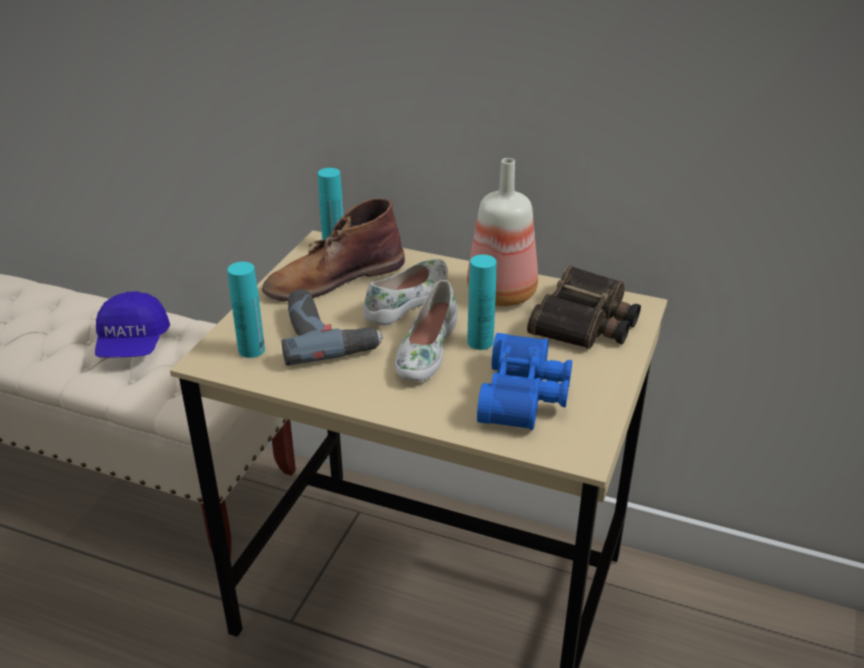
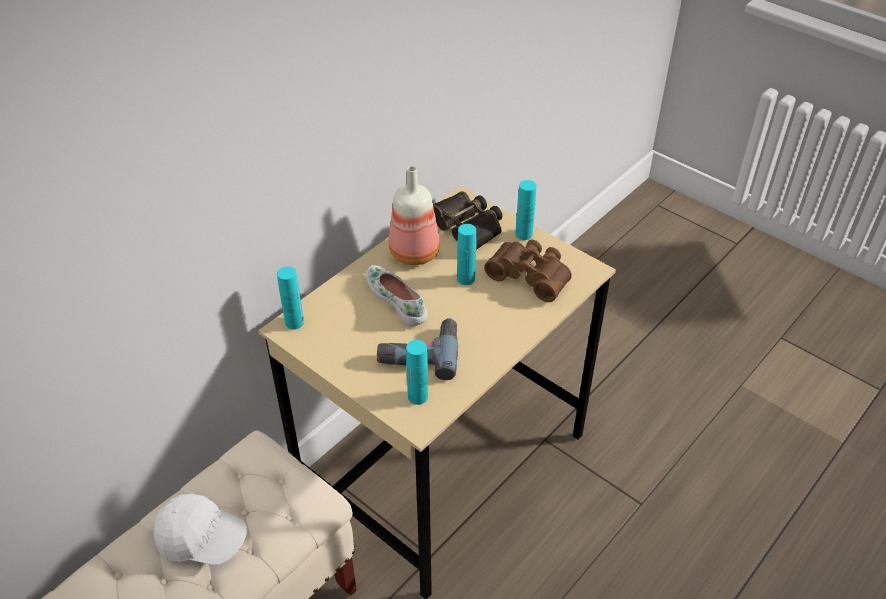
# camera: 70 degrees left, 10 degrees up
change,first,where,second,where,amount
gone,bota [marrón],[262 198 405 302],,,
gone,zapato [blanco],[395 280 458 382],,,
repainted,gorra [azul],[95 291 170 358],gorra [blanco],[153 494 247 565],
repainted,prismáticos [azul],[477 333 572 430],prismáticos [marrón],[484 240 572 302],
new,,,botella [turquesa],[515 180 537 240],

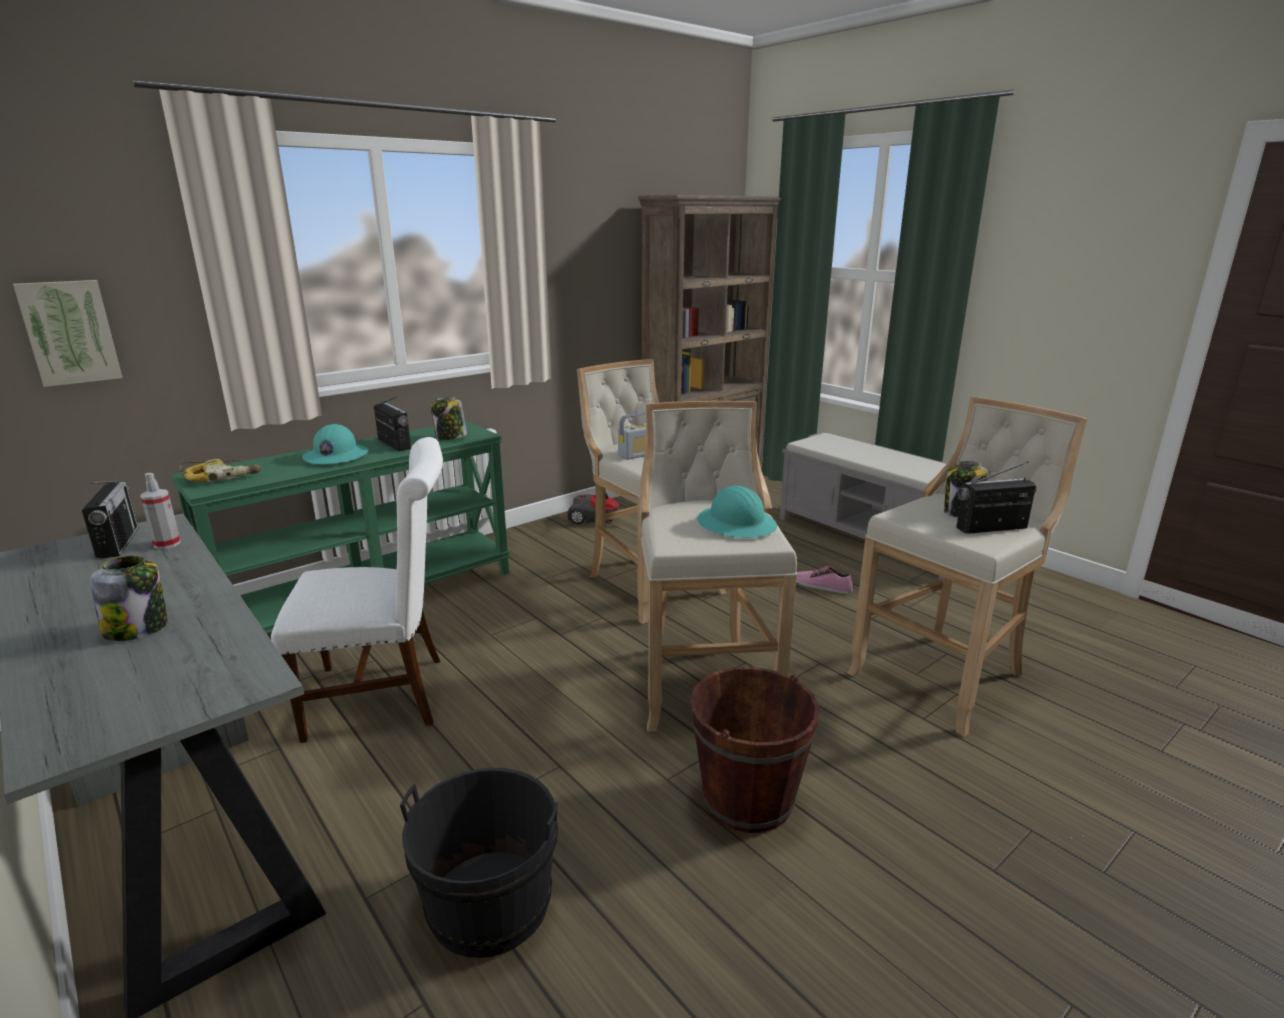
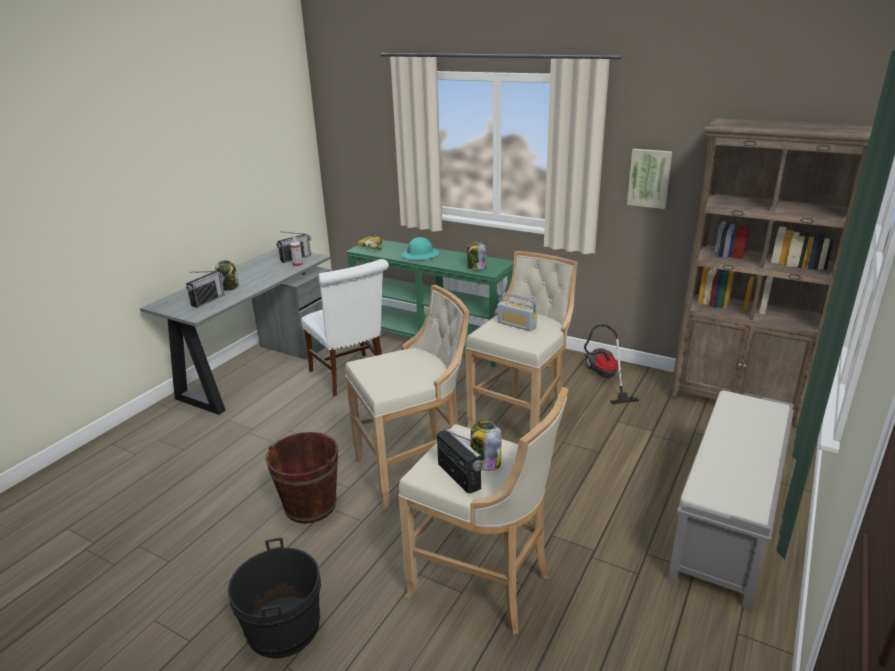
# camera: 70 degrees right, 5 degrees up
change,first,where,second,where,amount
shifted,cuadro,[13 280 122 387],,[627 149 672 209],
shifted,radio,[374 396 411 451],,[186 271 225 308],
gone,casco [turquesa],[697 485 777 538],,,
gone,zapato,[796 566 854 594],,,
shifted,cubo [negro],[400 767 558 958],,[228 538 321 659],

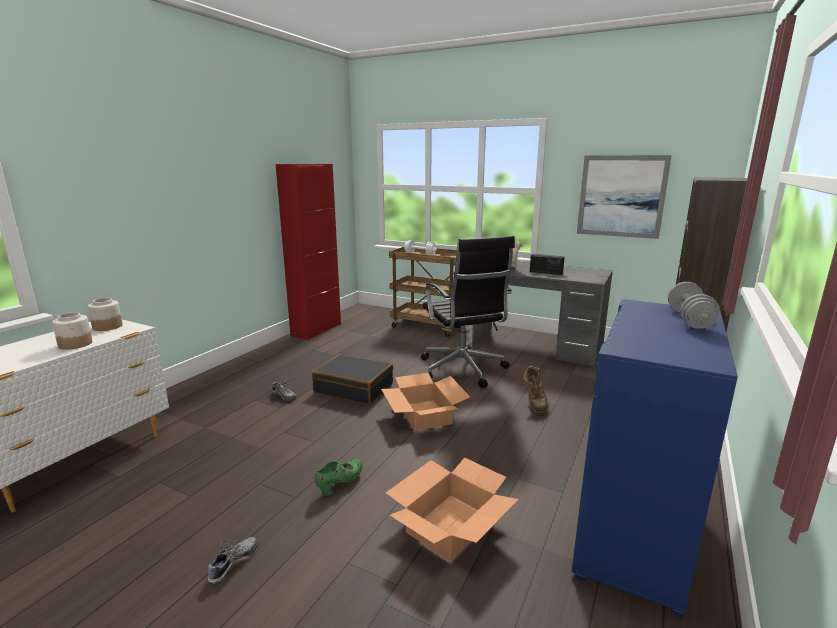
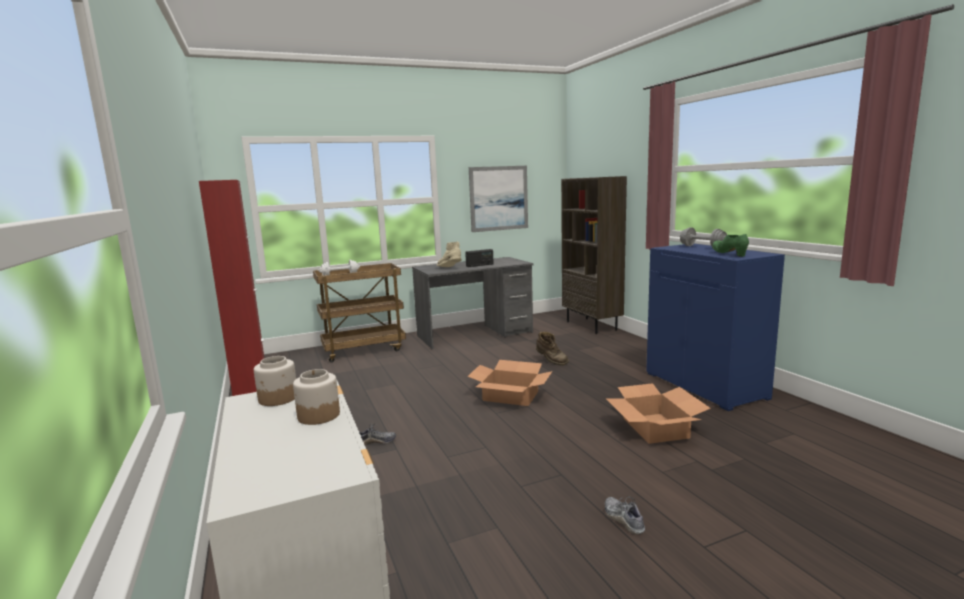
# camera: 50 degrees left, 5 degrees down
change,first,where,second,where,amount
gone,silla de oficina [negro],[421 236 515 388],,,
gone,maleta [negro],[312 354 393 404],,,
shifted,zapato [verde],[314 459 363 496],,[712 234 749 257],

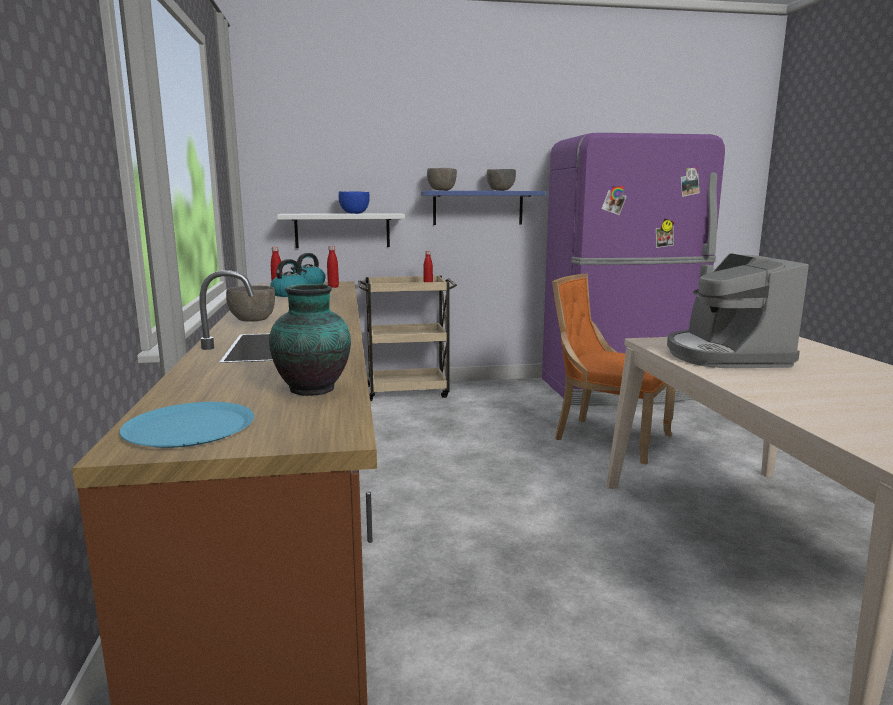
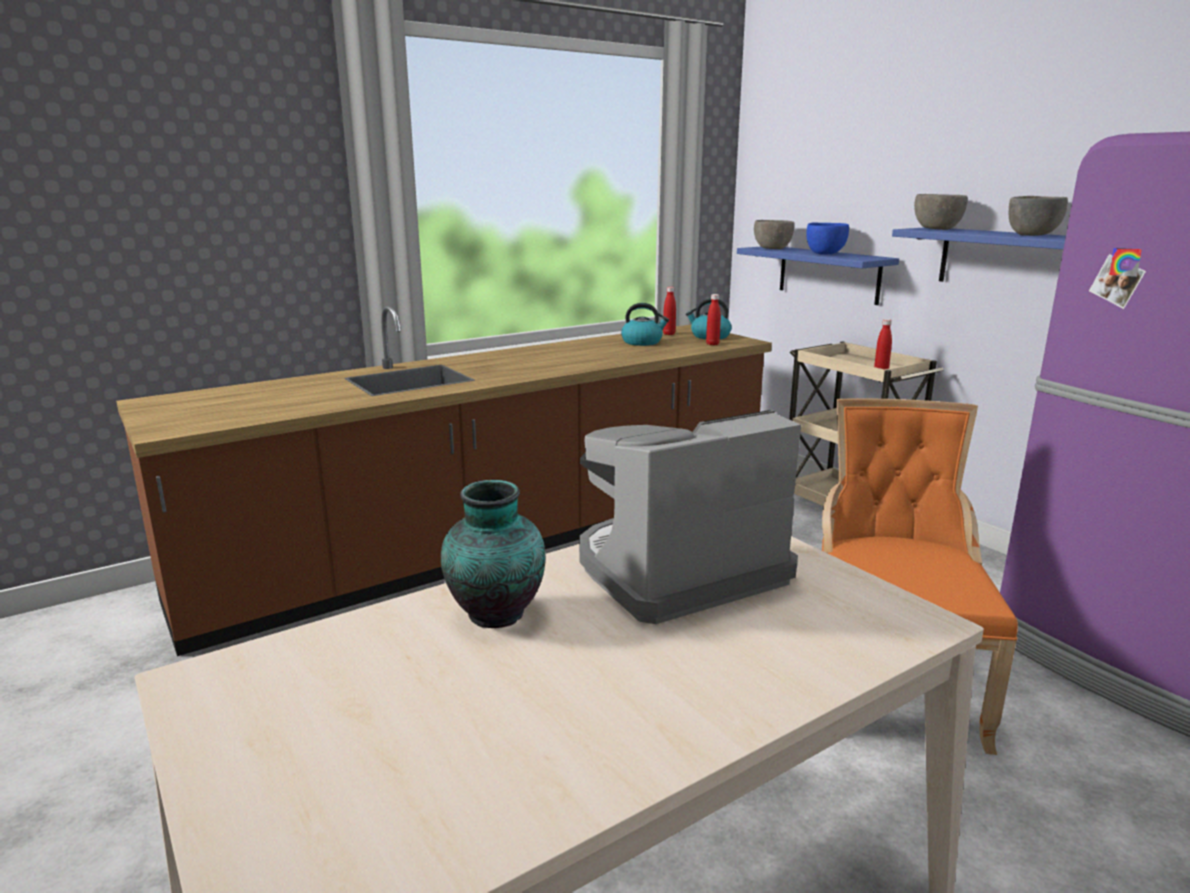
# camera: 65 degrees right, 5 degrees up
change,first,where,second,where,amount
repainted,estante [blanco],[277 213 405 248],estante [azul],[737 247 899 305],
shifted,florero,[269 284 351 396],,[441 480 545 628],
shifted,cuenco [gris],[226 285 275 322],,[754 220 795 249],
gone,plato [azul],[119 402 254 448],,,

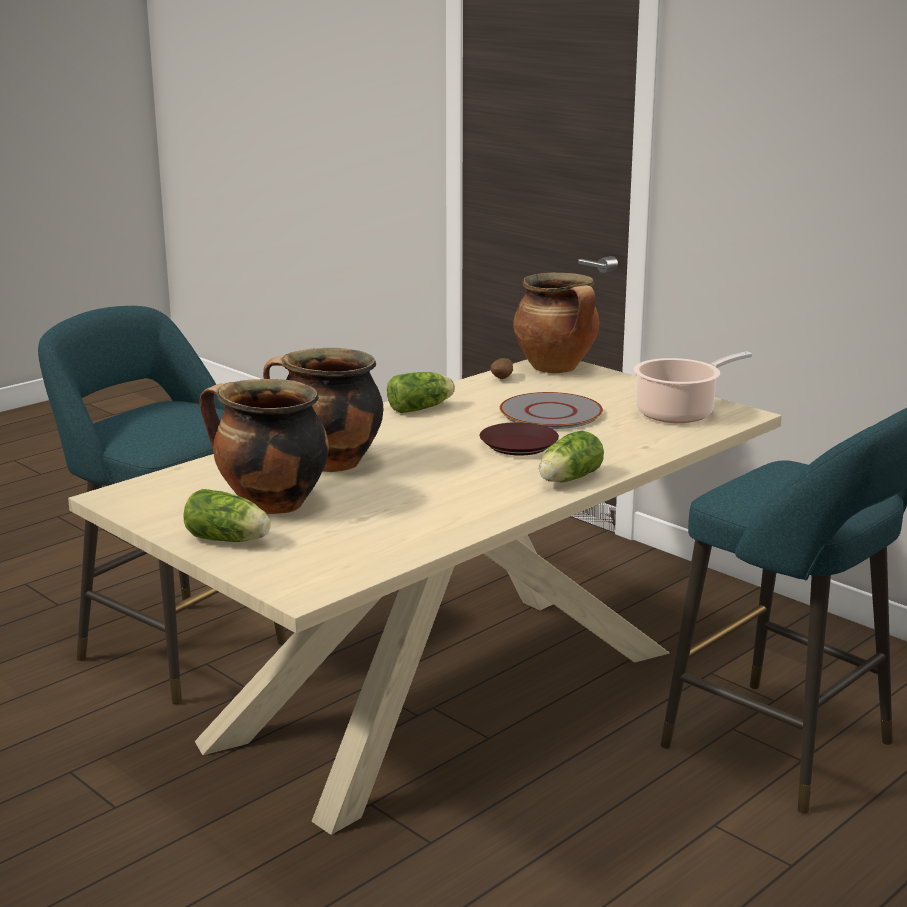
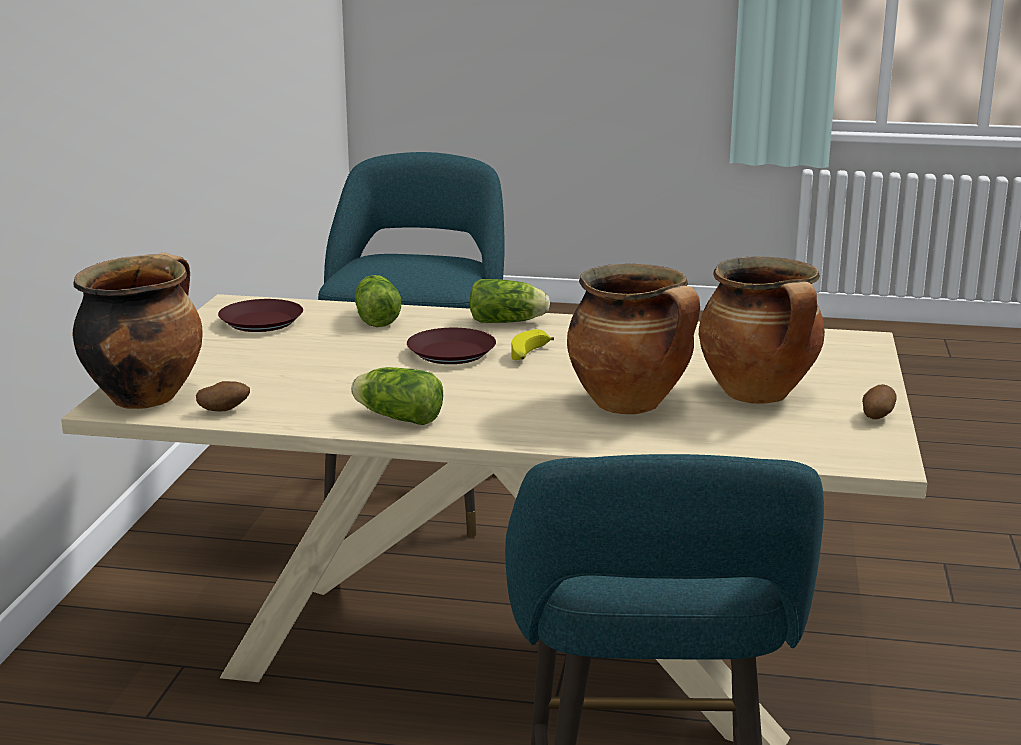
# camera: 125 degrees left, 0 degrees up
change,first,where,second,where,amount
swapped,olla,[634 351 752 423],plato [marrón],[218 299 303 332],
gone,plato [gris],[500 392 603 429],,,
shifted,lechuga,[183 489 271 542],,[355 275 401 327],
new,,,plátano,[511 329 554 360],
new,,,patata,[862 384 897 419],

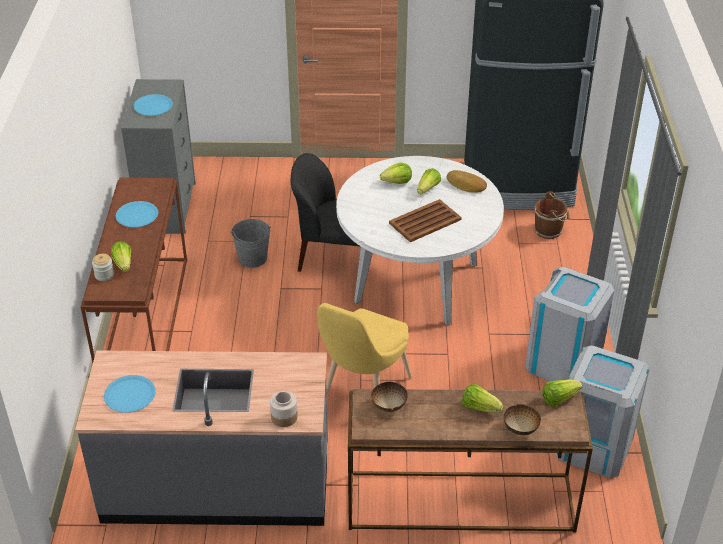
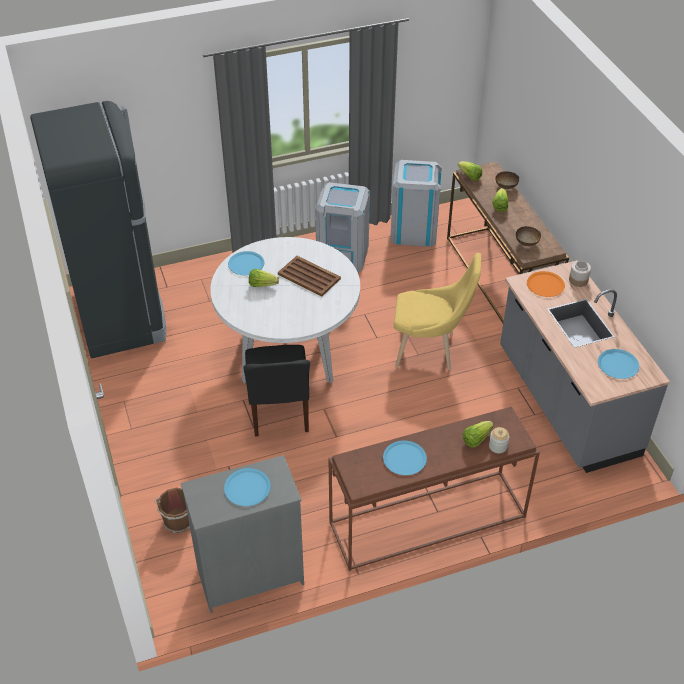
# camera: 110 degrees left, 5 degrees up
change,first,where,second,where,amount
gone,lechuga,[380 163 412 184],,,
swapped,pan,[447 170 487 193],plato [azul],[228 251 264 275],
shifted,cubo [marrón],[534 191 570 239],,[155 488 190 533],
gone,cubo [gris],[231 219 271 268],,,
new,,,plato [naranja],[527 271 565 297],

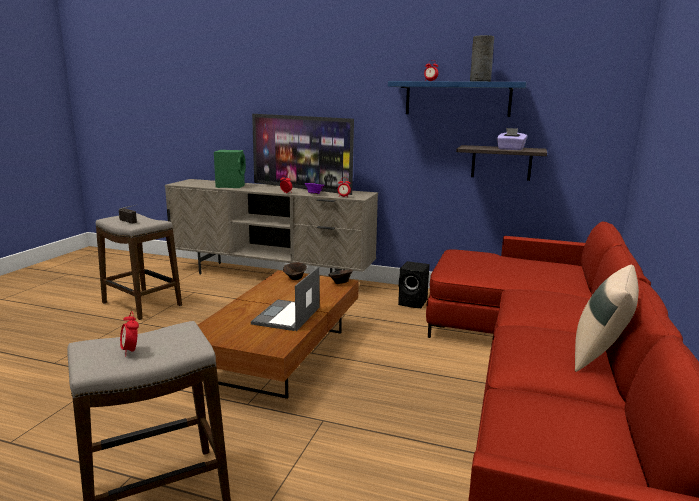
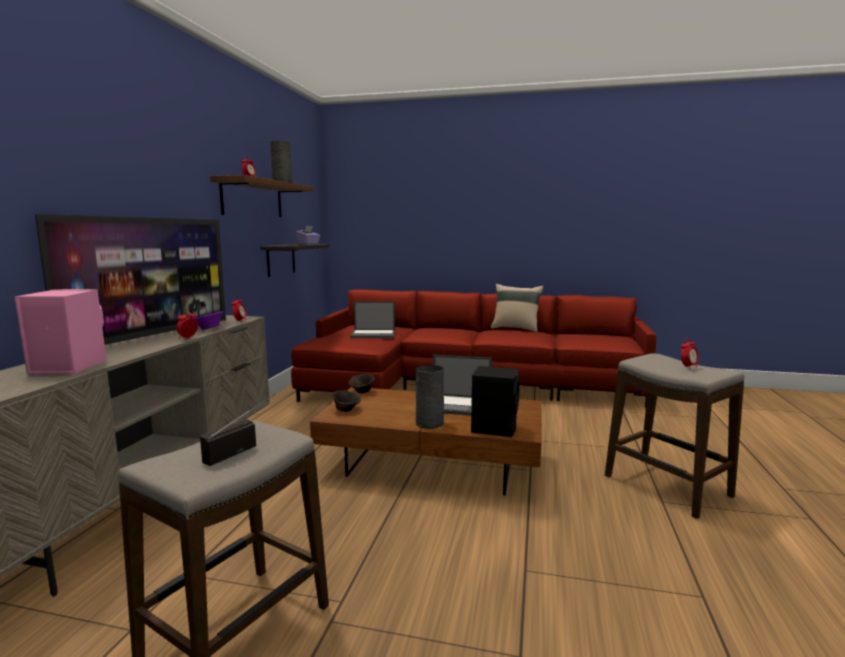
# camera: 95 degrees left, 5 degrees down
change,first,where,second,where,amount
repainted,estante [azul],[388 81 526 117],estante [marrón],[210 175 313 217],
repainted,altavoz [verde],[214 150 246 188],altavoz [rosa],[15 289 106 375],
shifted,altavoz [negro],[398 261 429 308],,[471 366 520 437],
new,,,portátil,[350 301 395 338],
new,,,florero [gris],[416 365 444 429],

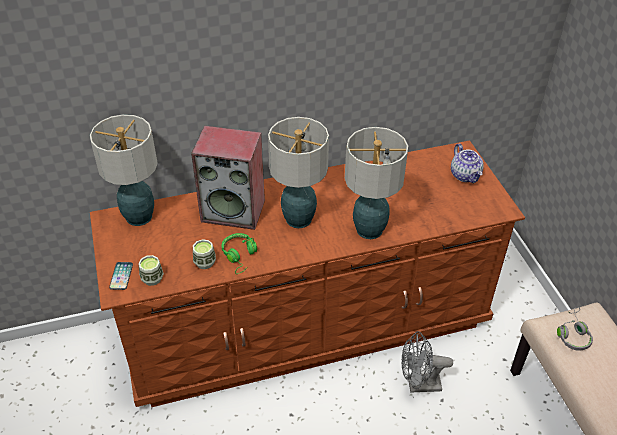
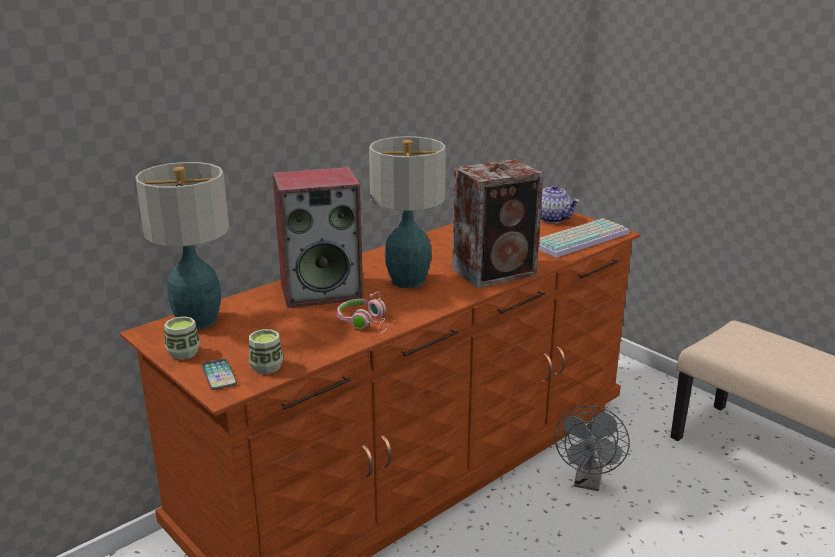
# camera: 25 degrees left, 20 degrees down
change,first,where,second,where,amount
swapped,lámpara de mesa,[345 127 408 239],altavoz,[452 159 543 288],
repainted,auriculares [verde],[222 233 257 274],auriculares [rosa],[337 291 389 334],
shifted,taza,[193 239 216 269],,[164 316 200 360],
gone,auriculares [gris],[557 307 593 350],,,
rotated,ventilador [gris],[401 331 453 393],,[555 406 630 491],45 degrees counterclockwise
new,,,teclado,[538 218 629 258],

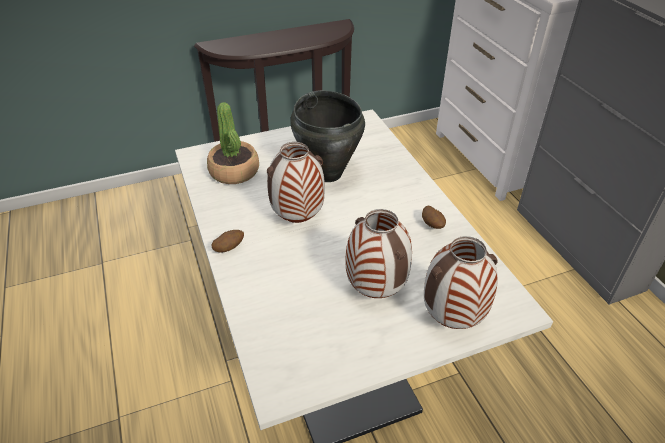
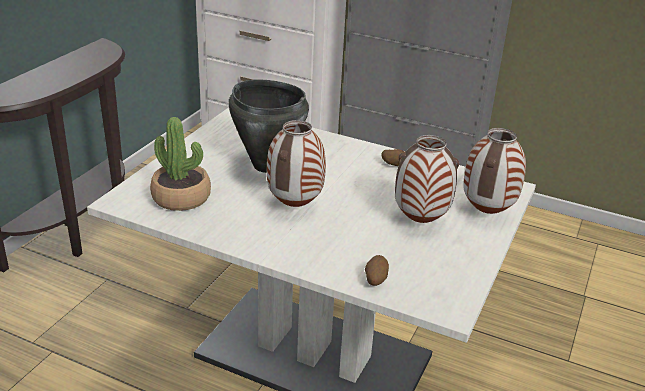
# camera: 45 degrees left, 10 degrees down
change,first,where,second,where,amount
shifted,patata,[211 230 244 253],,[365 255 389 286],

